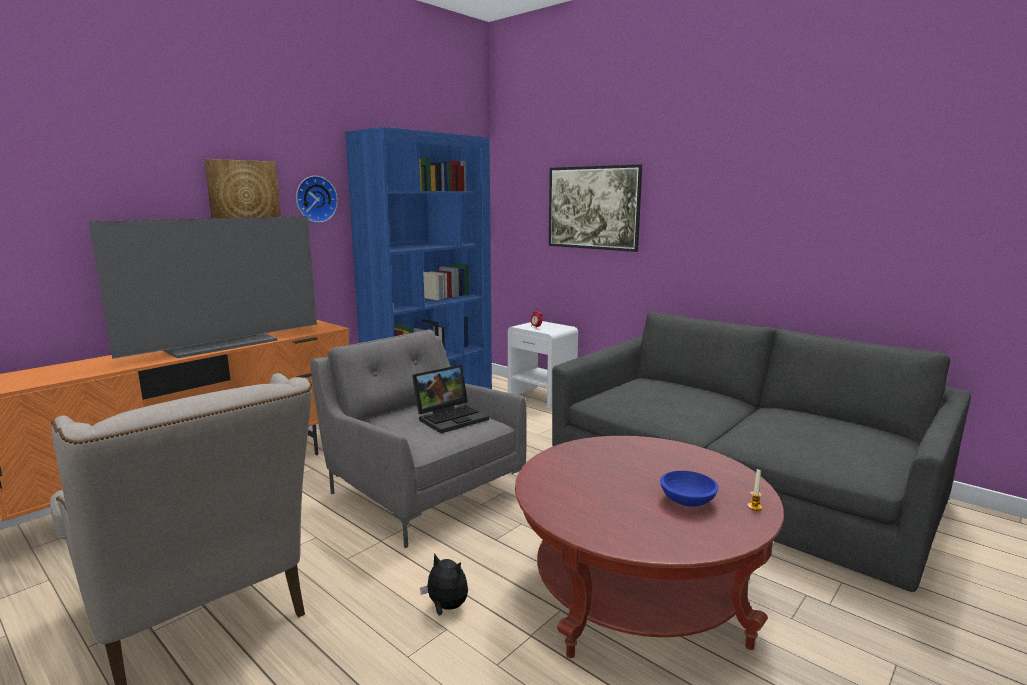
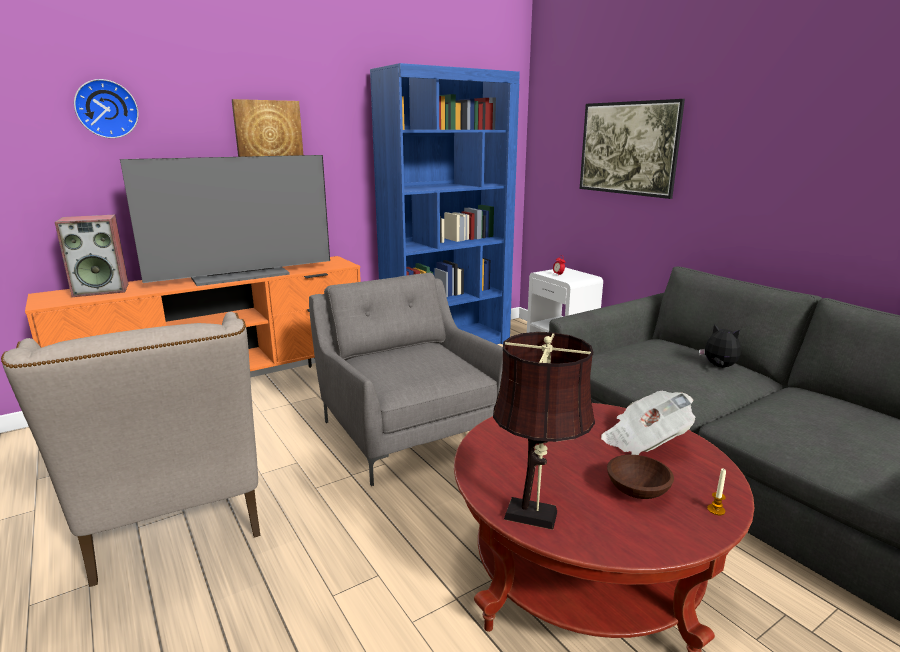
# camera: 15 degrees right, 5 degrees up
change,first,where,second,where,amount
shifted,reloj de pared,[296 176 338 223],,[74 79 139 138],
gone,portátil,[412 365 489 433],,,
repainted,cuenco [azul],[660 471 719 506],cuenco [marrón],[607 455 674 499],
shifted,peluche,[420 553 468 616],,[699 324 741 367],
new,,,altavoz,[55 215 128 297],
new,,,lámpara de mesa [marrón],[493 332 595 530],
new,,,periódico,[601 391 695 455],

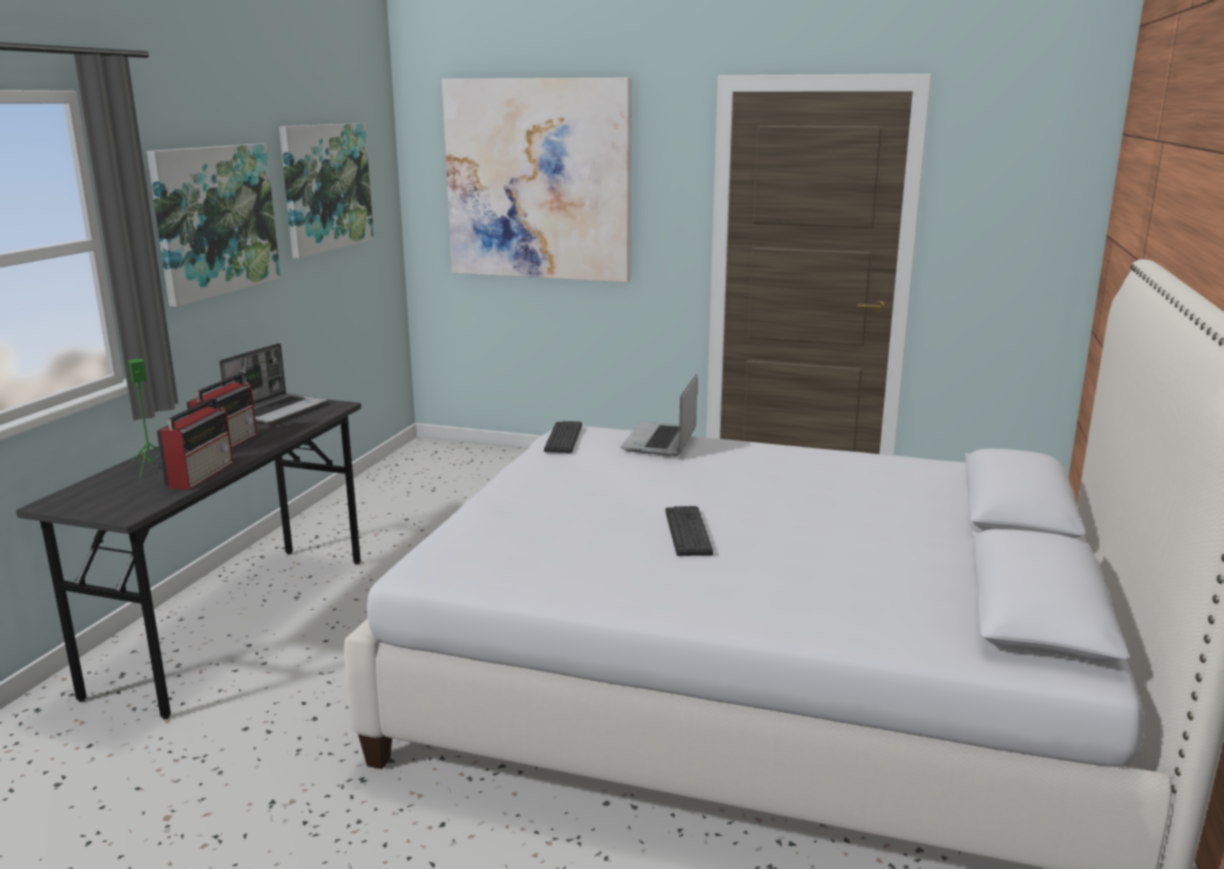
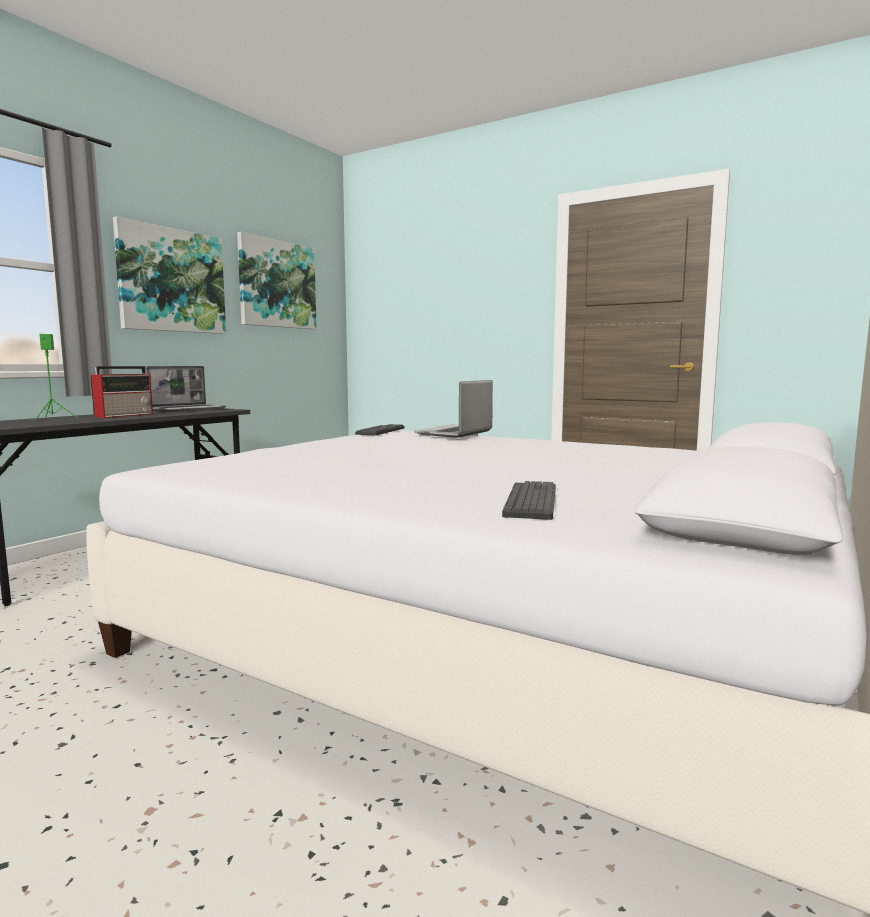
# camera: 15 degrees right, 10 degrees down
change,first,where,second,where,amount
gone,cuadro,[442 78 632 282],,,
gone,radio,[157 397 233 490],,,
shifted,teclado,[665 506 713 556],,[502 481 556 520],

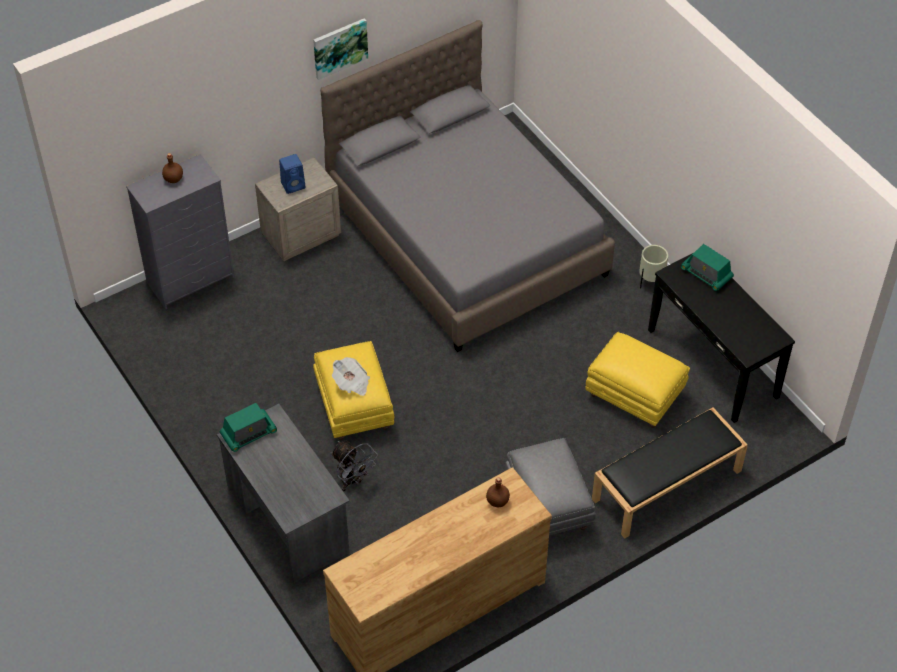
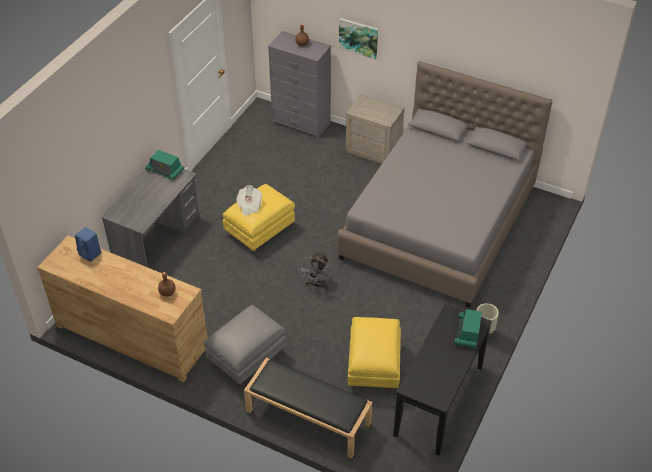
# camera: 60 degrees right, 5 degrees down
change,first,where,second,where,amount
shifted,cuadro,[313 18 368 80],,[339 18 378 60],
shifted,altavoz [azul],[279 154 306 194],,[75 227 101 262],
shifted,ventilador [gris],[331 441 378 492],,[298 252 332 289],

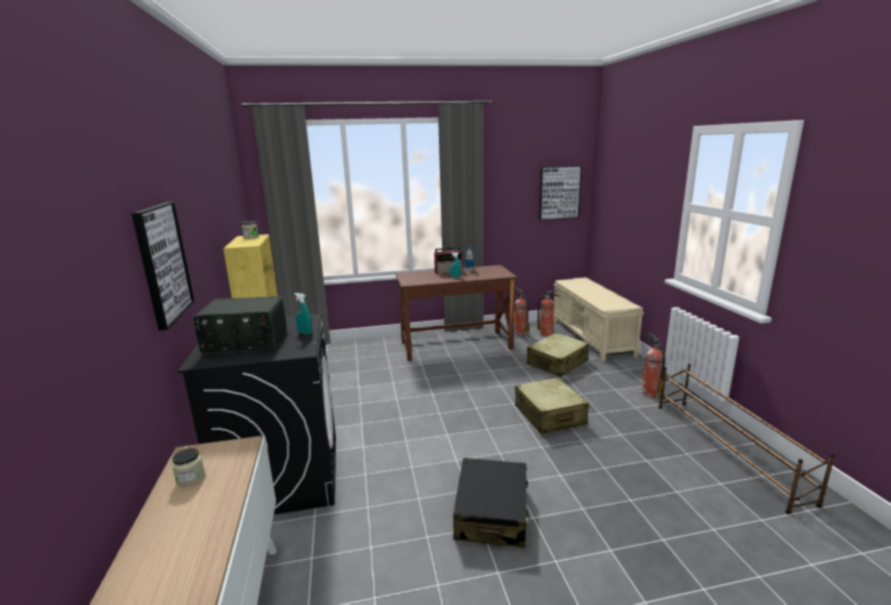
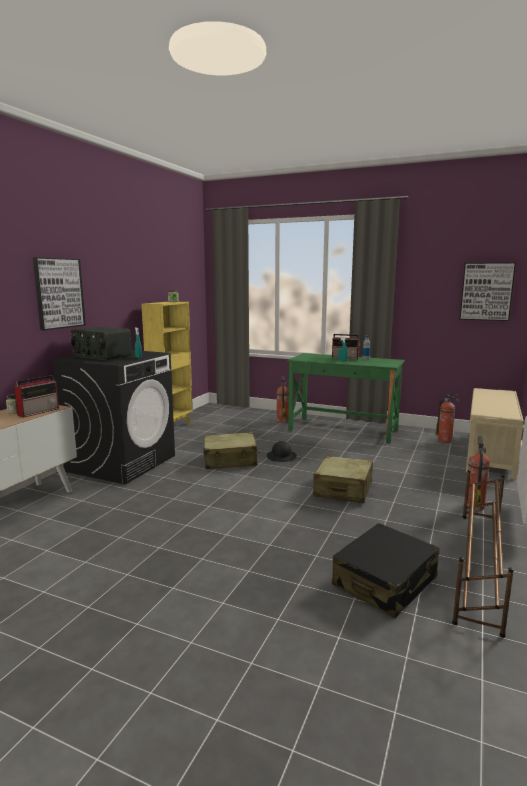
# camera: 35 degrees right, 5 degrees down
change,first,where,second,where,amount
repainted,escritorio [marrón],[396 265 517 361],escritorio [verde],[287 353 405 443],
shifted,extintor,[514 288 529 336],,[277 376 289 422],
shifted,maleta [beis],[527 332 589 377],,[203 432 260 469],
shifted,maleta [negro],[453 458 530 548],,[332 523 440 618],
new,,,radio,[14 375 59 417],
new,,,casco [negro],[267 441 297 462],

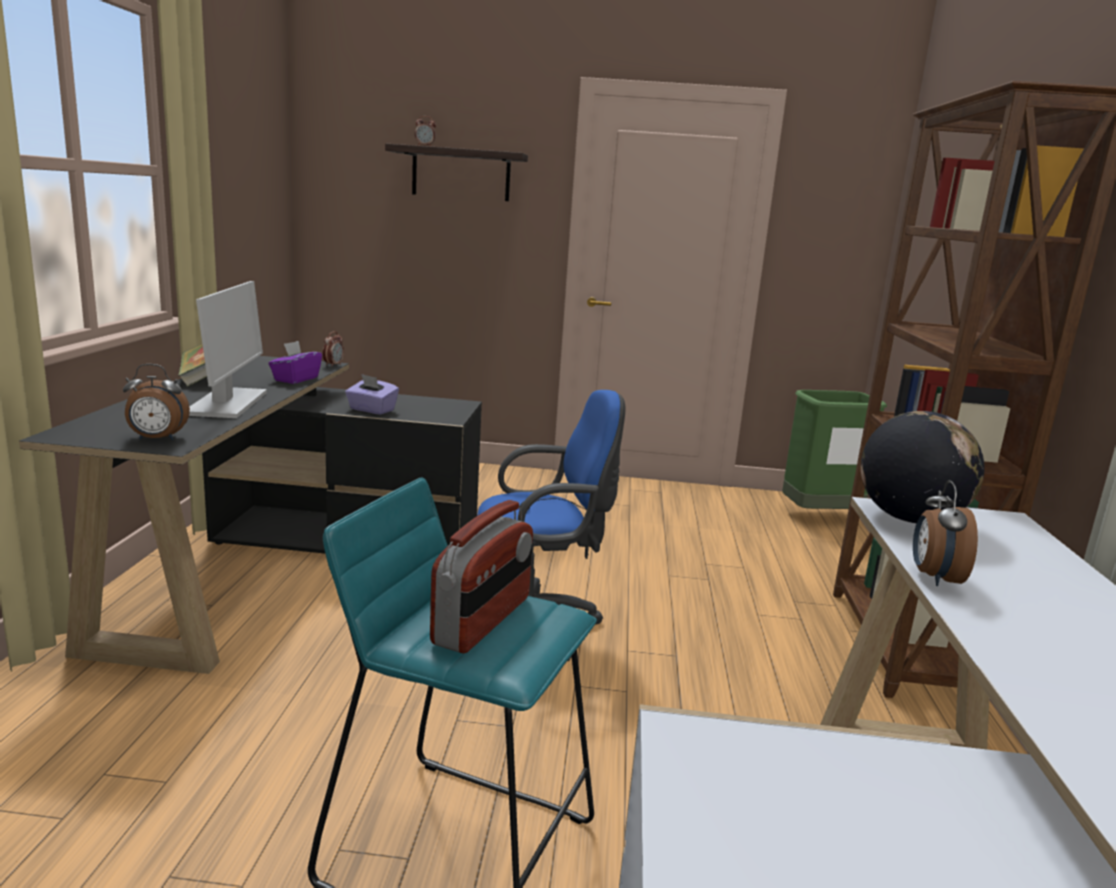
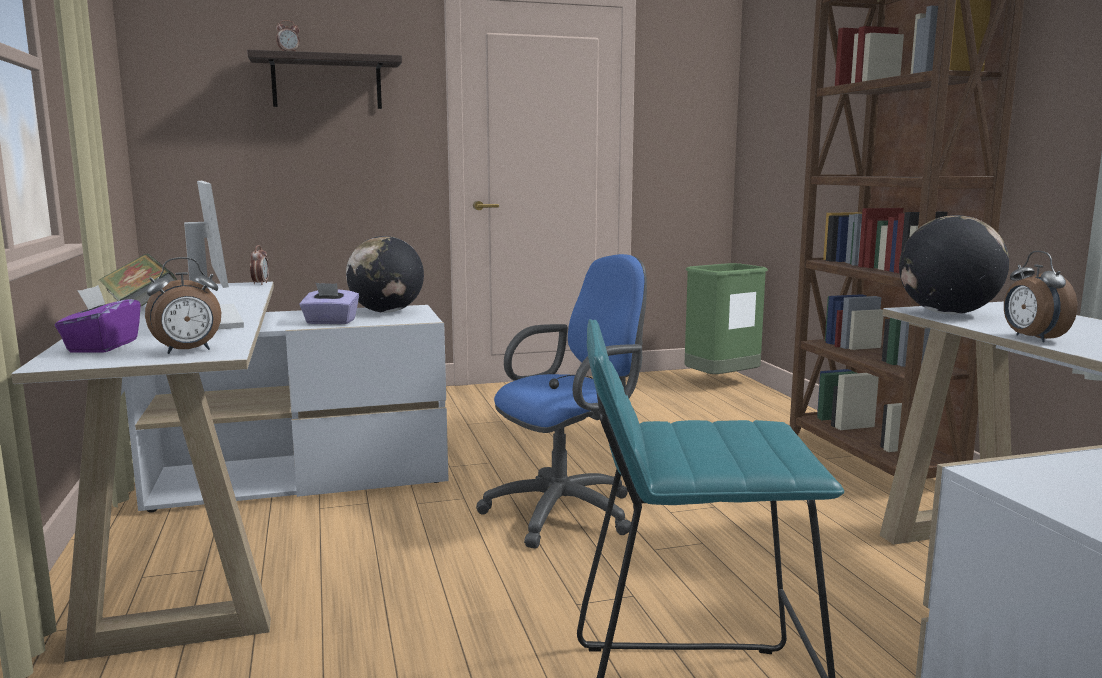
# camera: 20 degrees left, 5 degrees down
change,first,where,second,where,amount
shifted,caja de pañuelos [morado],[269 341 322 384],,[55 285 141 352],
repainted,escritorio [negro],[19 356 482 674],escritorio [blanco],[11 282 449 662],
gone,radio,[430 500 533 653],,,
new,,,globo terráqueo,[346 236 424 313],

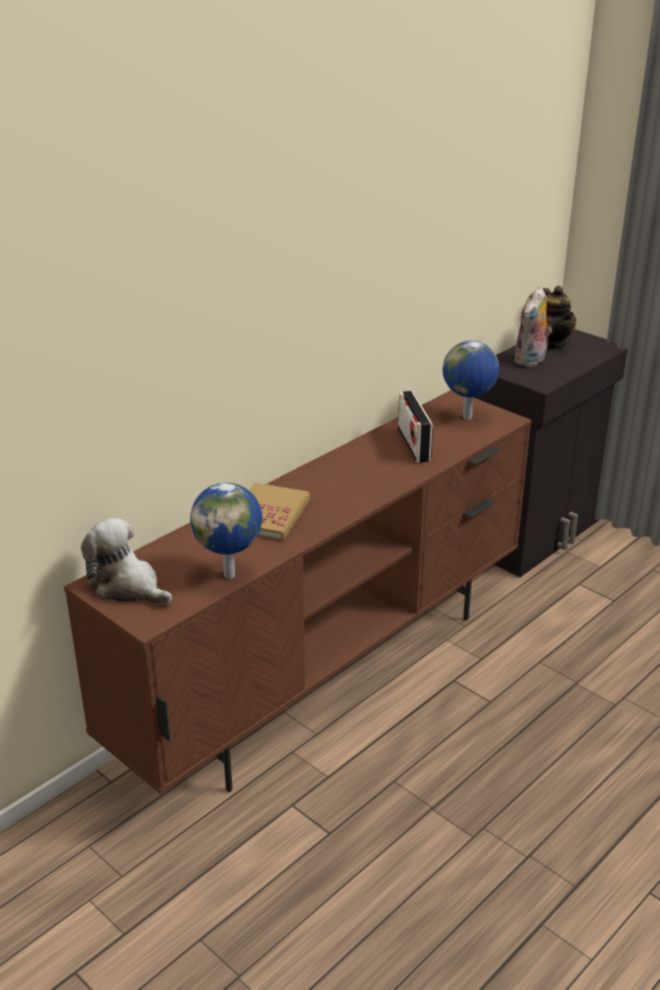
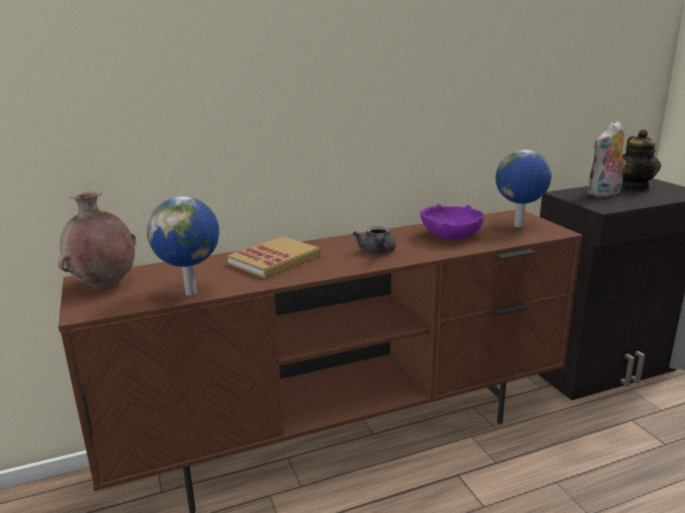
# camera: 25 degrees right, 10 degrees down
change,first,where,second,where,amount
swapped,radio,[398 391 433 463],cuenco [morado],[420 204 484 240],
swapped,peluche,[81 518 172 605],florero [marrón],[58 190 136 289],
new,,,tetera [gris],[353 226 396 254],

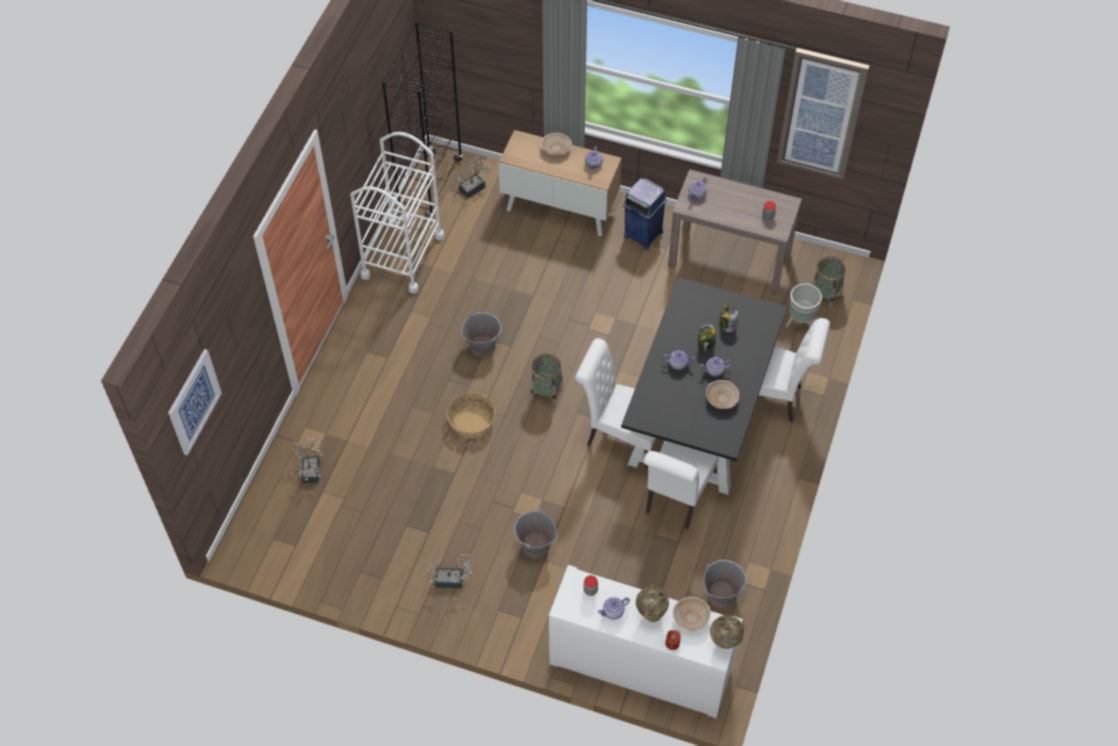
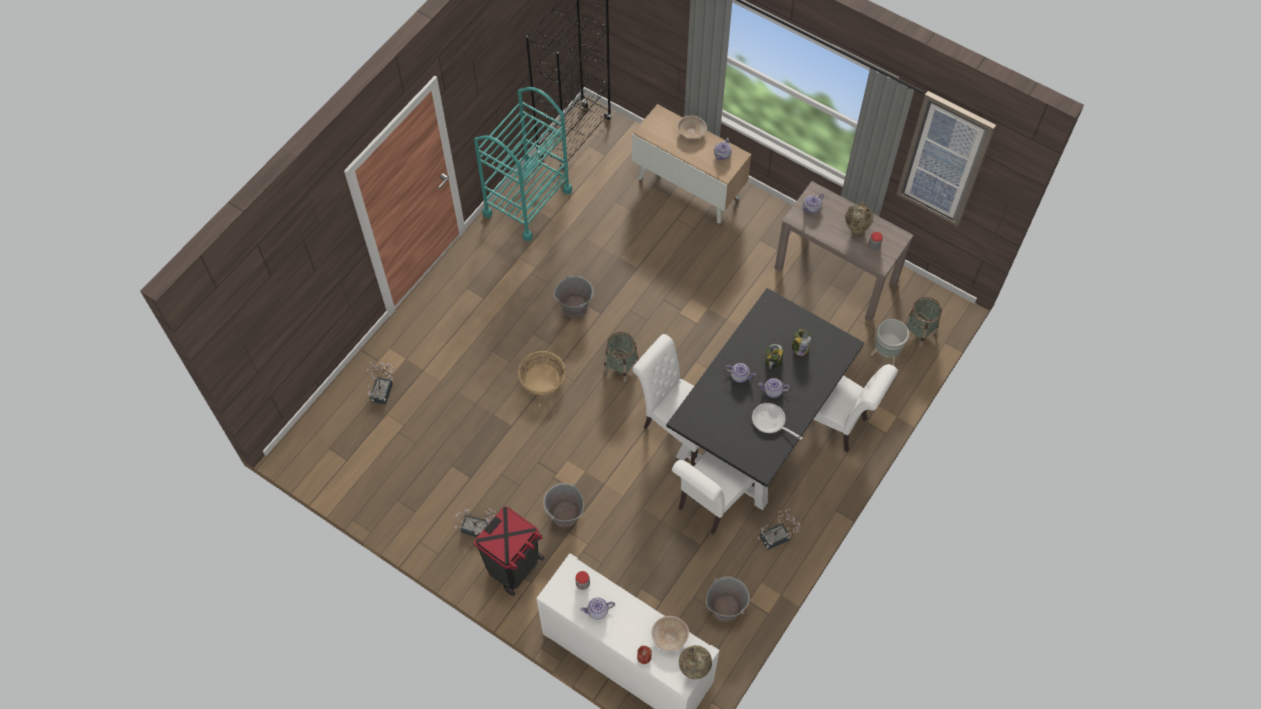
# camera: 15 degrees right, 5 degrees up
change,first,where,second,where,amount
repainted,carrito [blanco],[350 132 444 294],carrito [turquesa],[474 87 572 241],
shifted,planta en maceta,[456 156 491 198],,[757 509 800 550],
gone,papelera [azul],[623 178 667 250],,,
gone,cuadro,[168 349 222 455],,,
swapped,cuenco [beis],[706 380 739 409],sartén,[752 403 802 440],
shifted,florero [beis],[636 584 669 622],,[845 202 874 236],
new,,,papelera [negro],[474 506 545 596],

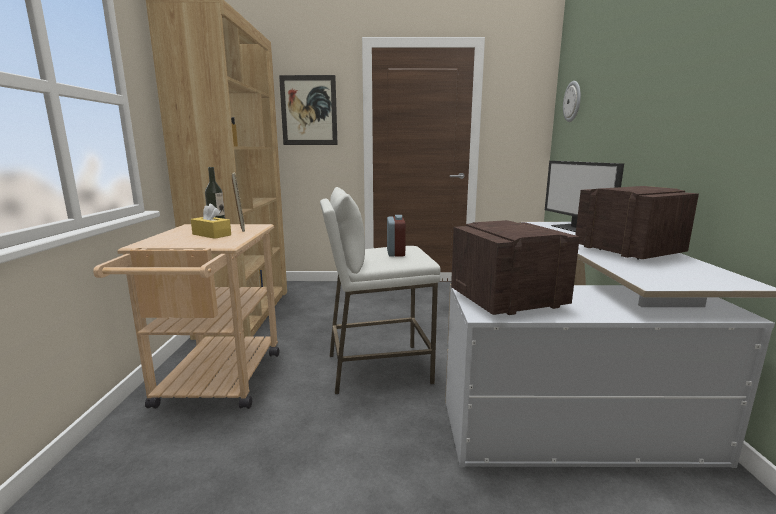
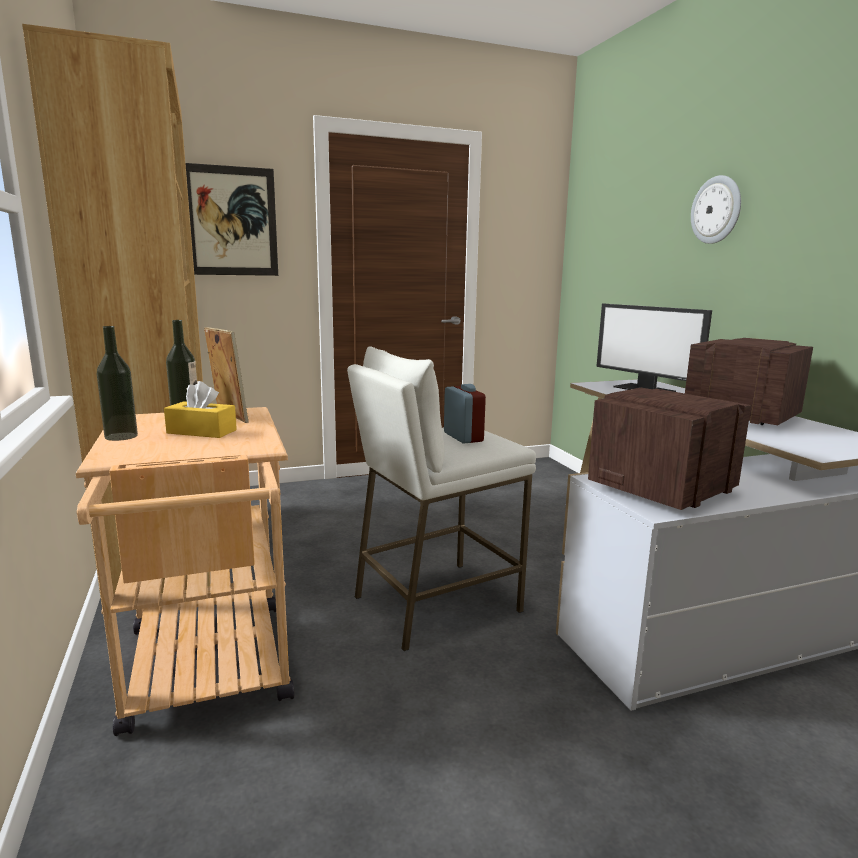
# camera: 20 degrees left, 0 degrees up
change,first,where,second,where,amount
shifted,reloj de pared,[563 81 581 122],,[691 175 741 244],
new,,,botella,[97 326 138 441],

